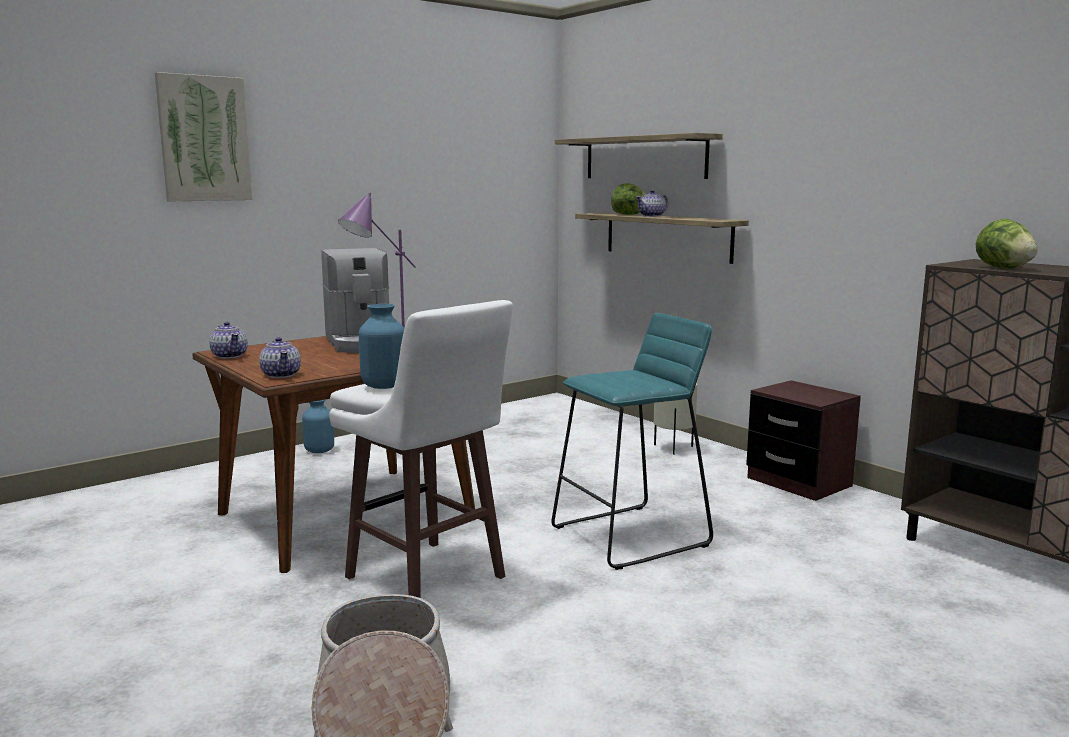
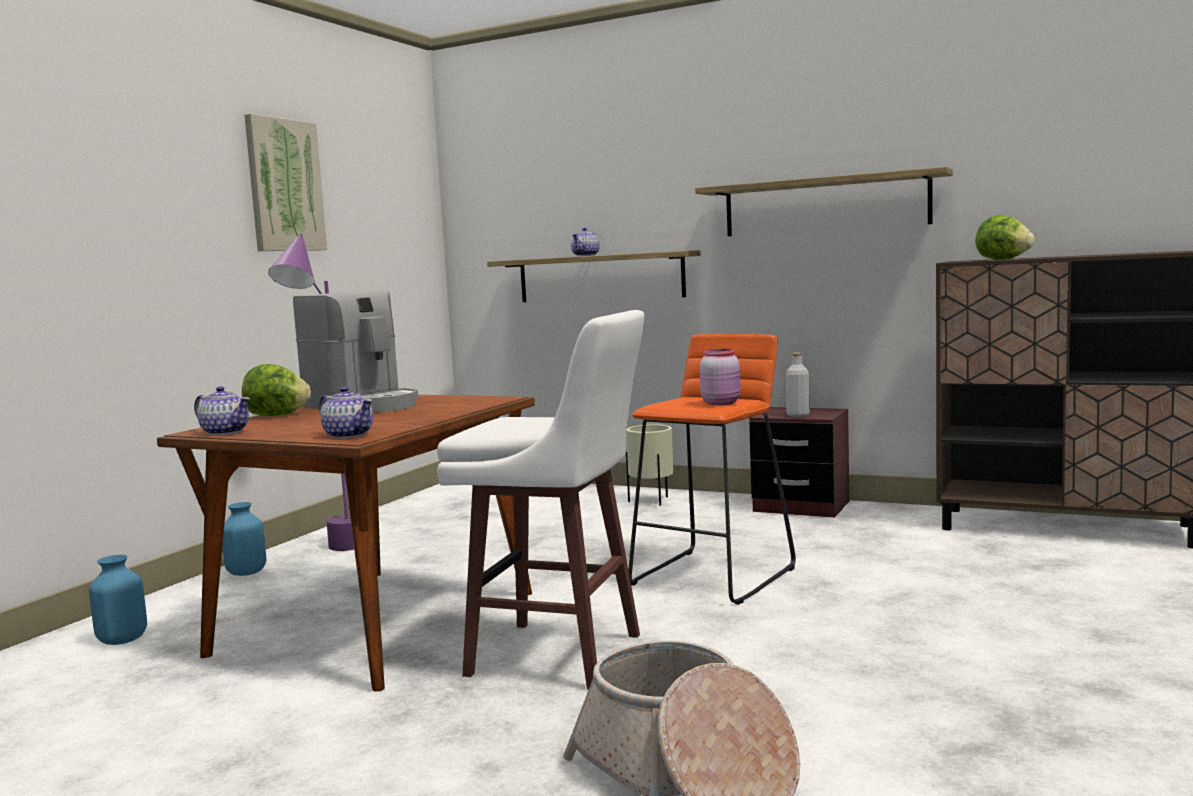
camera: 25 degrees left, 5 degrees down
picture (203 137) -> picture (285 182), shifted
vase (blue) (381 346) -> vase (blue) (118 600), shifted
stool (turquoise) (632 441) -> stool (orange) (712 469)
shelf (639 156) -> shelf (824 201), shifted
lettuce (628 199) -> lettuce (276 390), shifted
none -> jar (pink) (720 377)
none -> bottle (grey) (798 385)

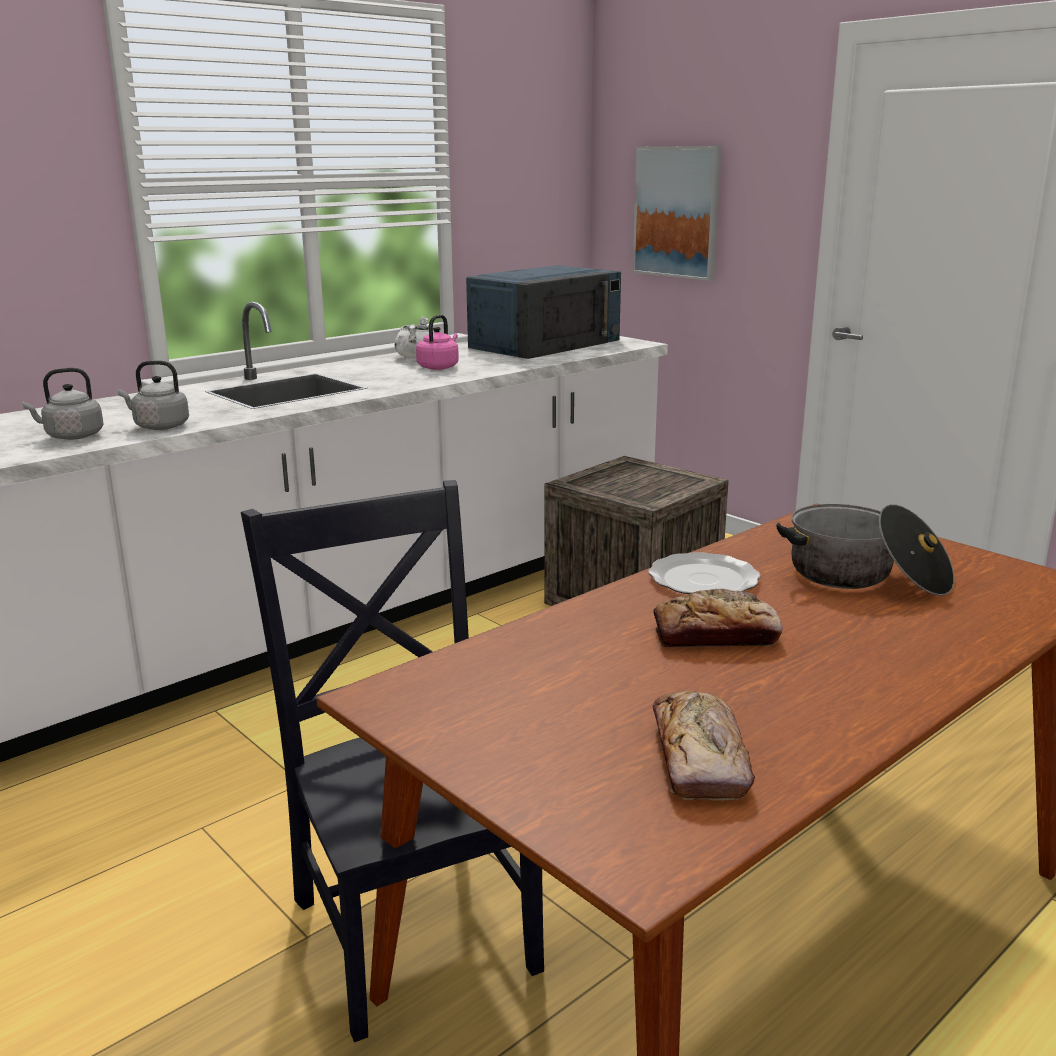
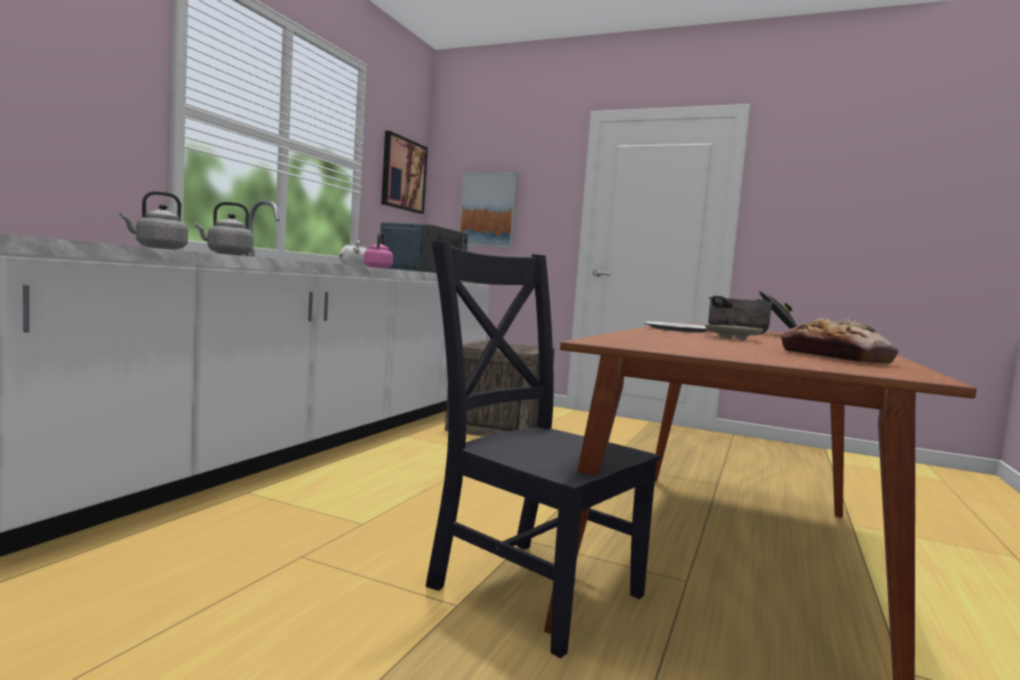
camera: 25 degrees left, 15 degrees down
bread (718 618) -> plate (beige) (734 332)
none -> picture (404 172)

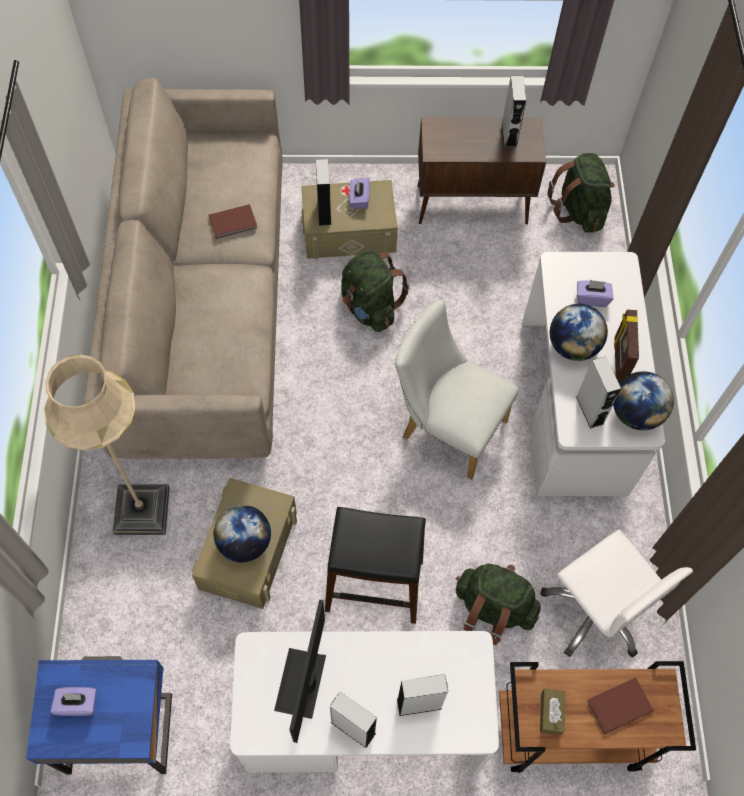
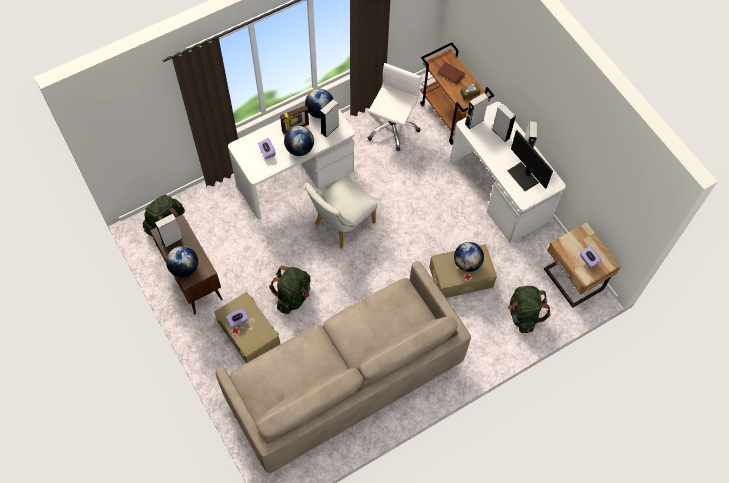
camera: 120 degrees left, 0 degrees up
nightstand (blue) (99 715) -> nightstand (beige) (582 265)
floor lamp (beige) (107 444) -> none
book (brown) (232 221) -> none
monitor (300 671) -> monitor (530 160), 75 degrees clockwise
speaker (grey) (323 192) -> speaker (grey) (477 111), shifted
stool (black) (375 565) -> none
chair (white) (457 390) -> chair (white) (341 212), 45 degrees clockwise
backpack (green) (498 604) -> backpack (green) (529 309), shifted
none -> globe (182 262)

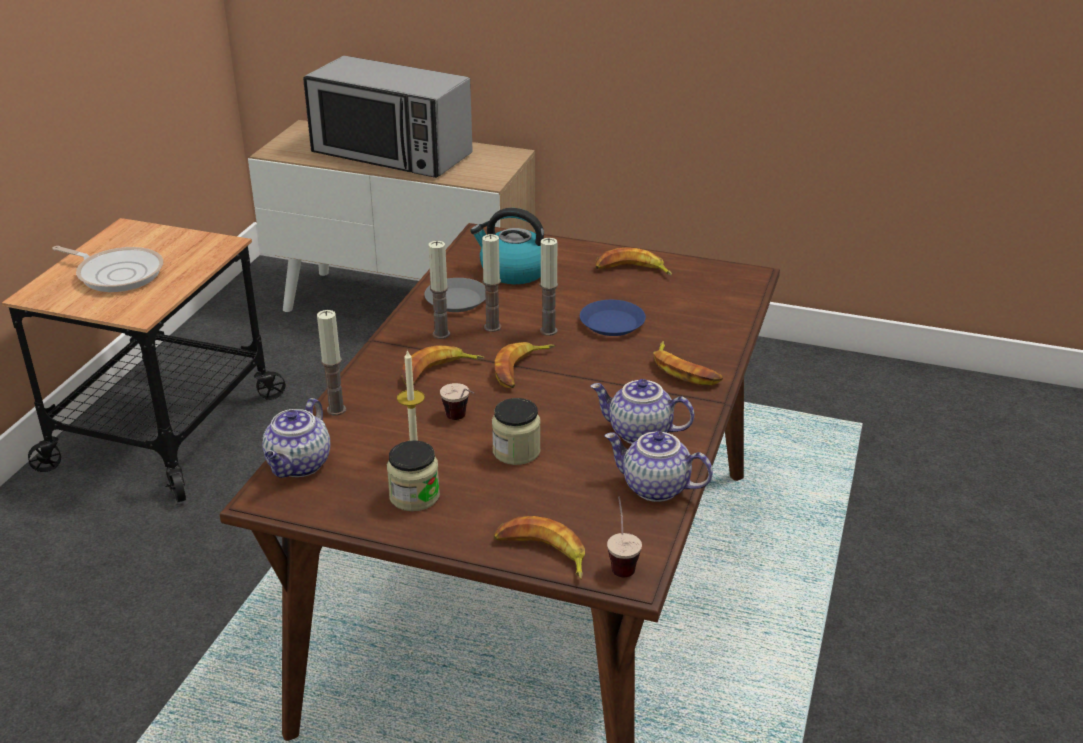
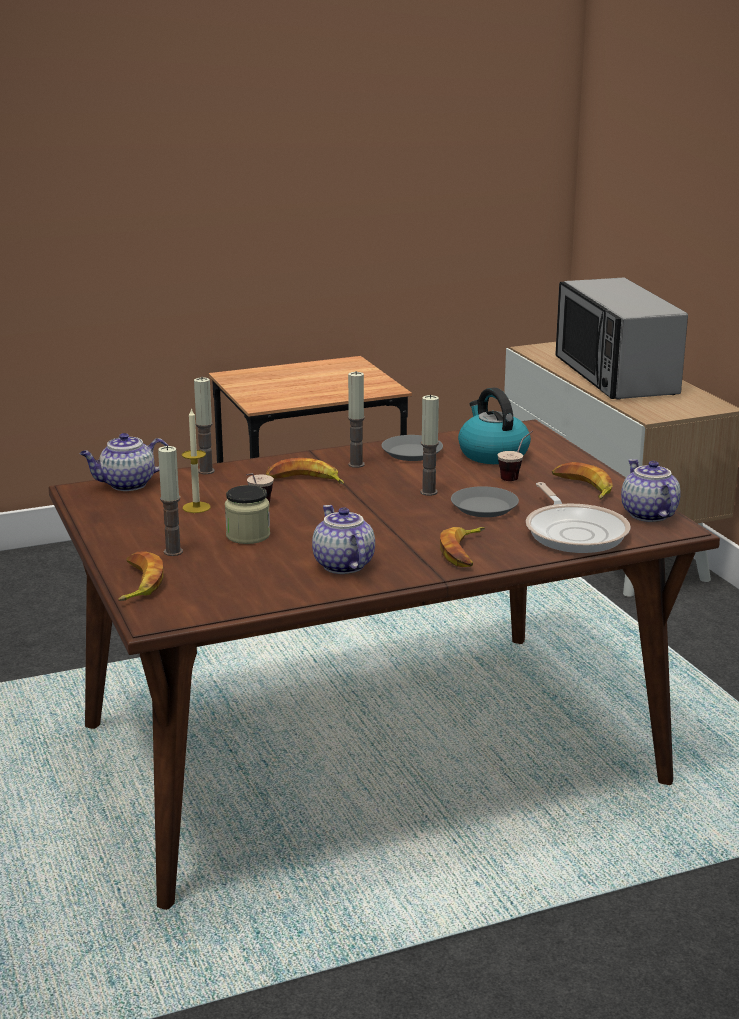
camera: 50 degrees right, 10 degrees down
frying pan (107 269) -> frying pan (578 517), shifted
jar (413 475) -> none
candle (491 283) -> candle (170 500), shifted
banana (525 365) -> none
plate (blue) (613 318) -> plate (grey) (485 501)
teapot (658 466) -> teapot (651 490), shifted
cup (624 536) -> cup (515 455), shifted

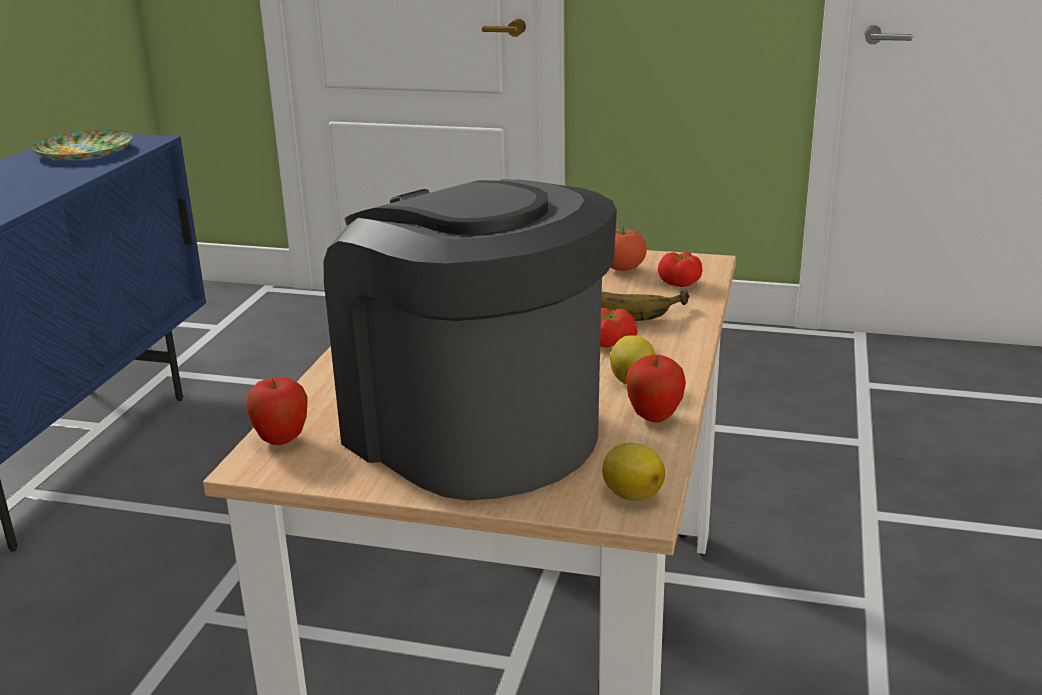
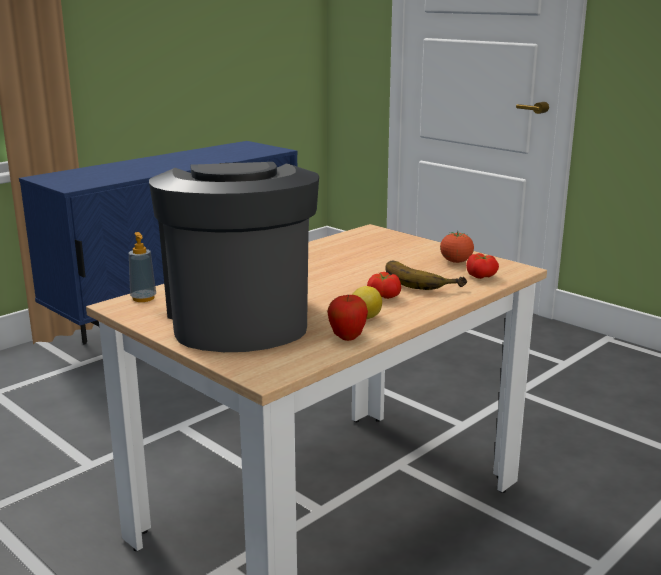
camera: 30 degrees right, 5 degrees down
plate (82 145) -> none
apple (276 411) -> soap dispenser (142 267)
lemon (633 472) -> none

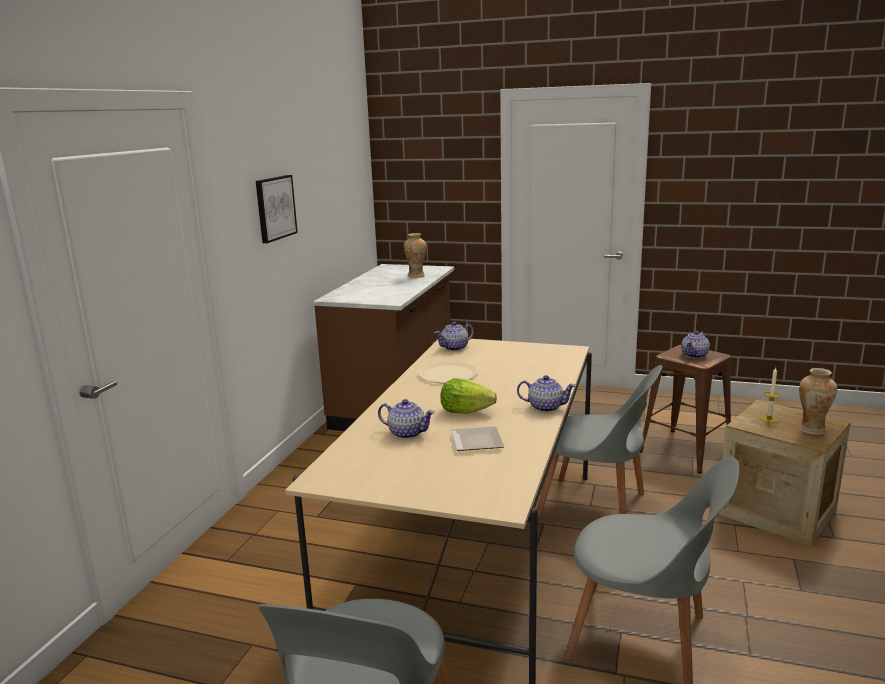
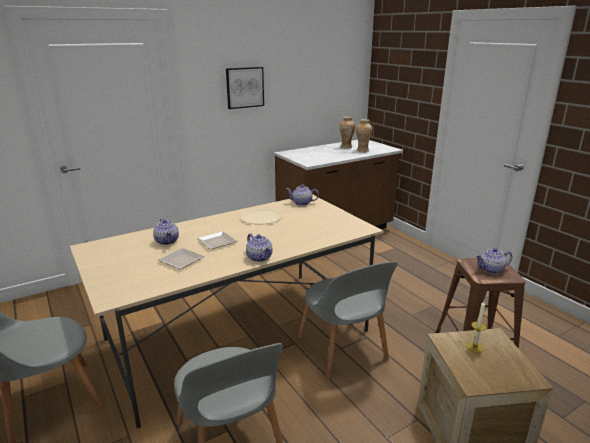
camera: 40 degrees right, 5 degrees up
lettuce (468 396) -> plate (217 240)
vase (818 401) -> vase (347 133), shifted

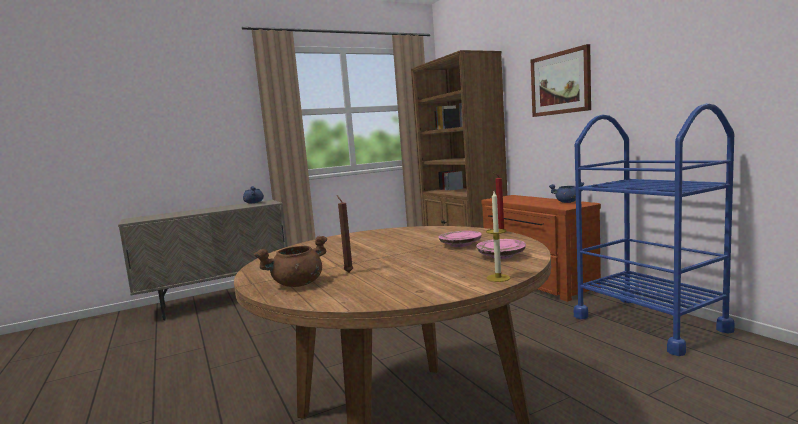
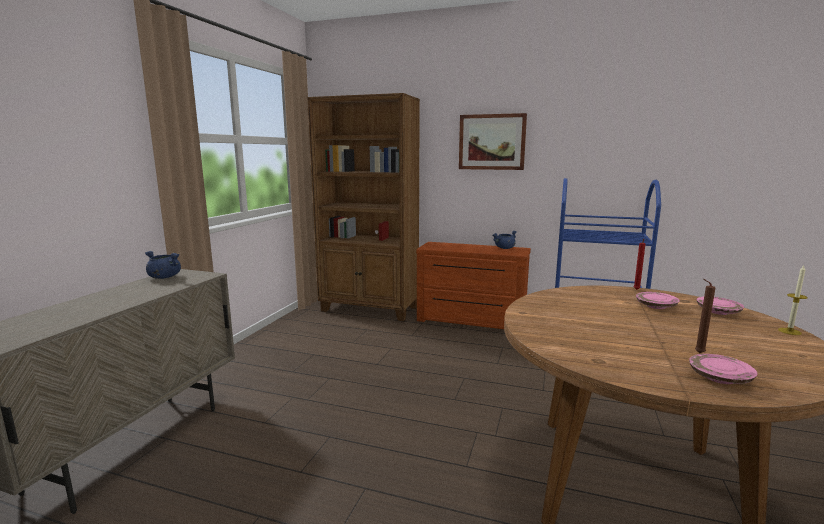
camera: 45 degrees left, 5 degrees up
cooking pot (brown) (290 261) -> plate (pink) (723 369)

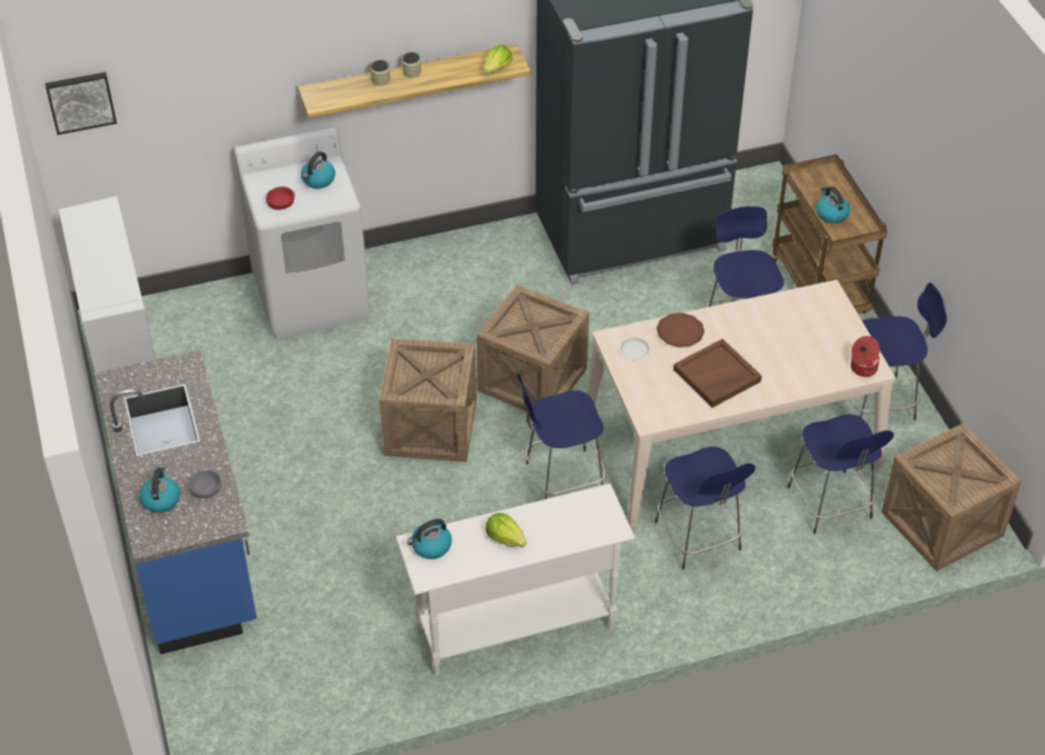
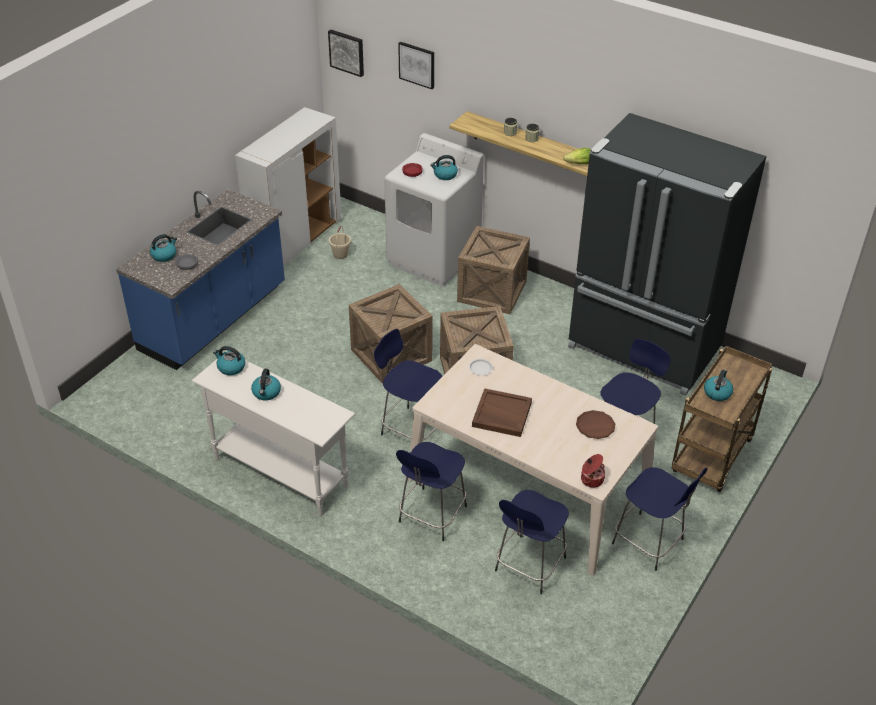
camera: 50 degrees right, 5 degrees down
lettuce (506 530) -> kettle (266 384)
plate (brown) (681 330) -> plate (brown) (595 424), shifted
crate (951 497) -> crate (493 270), shifted
none -> bucket (beige) (340 242)
none -> picture (416 65)

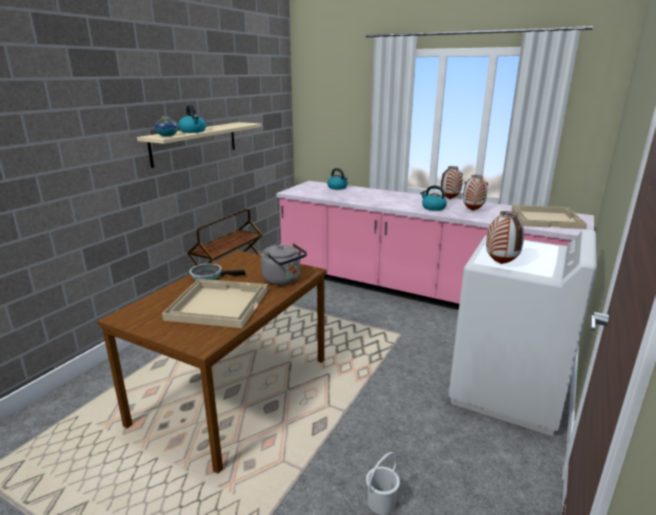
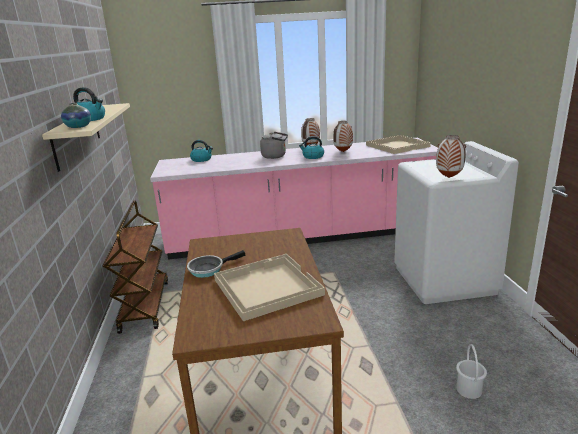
camera: 35 degrees left, 0 degrees up
kettle (grey) (284 264) -> kettle (grey) (274 145), shifted

